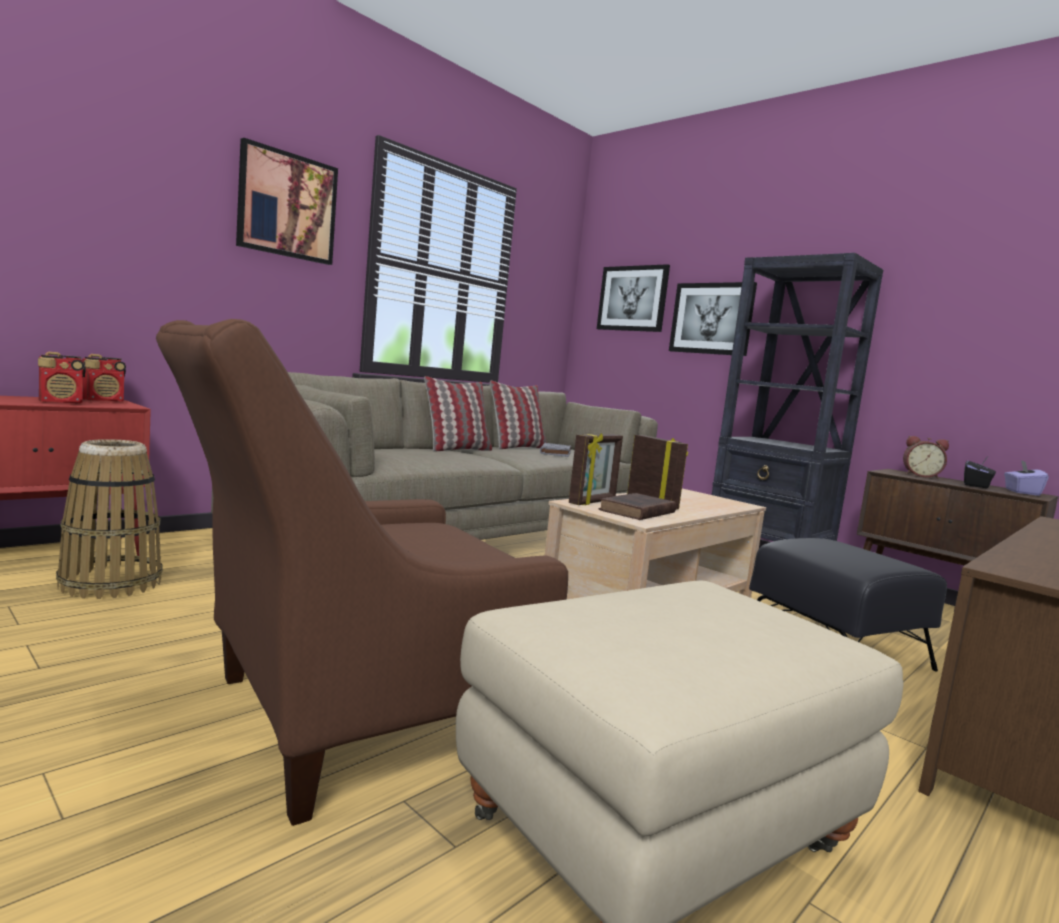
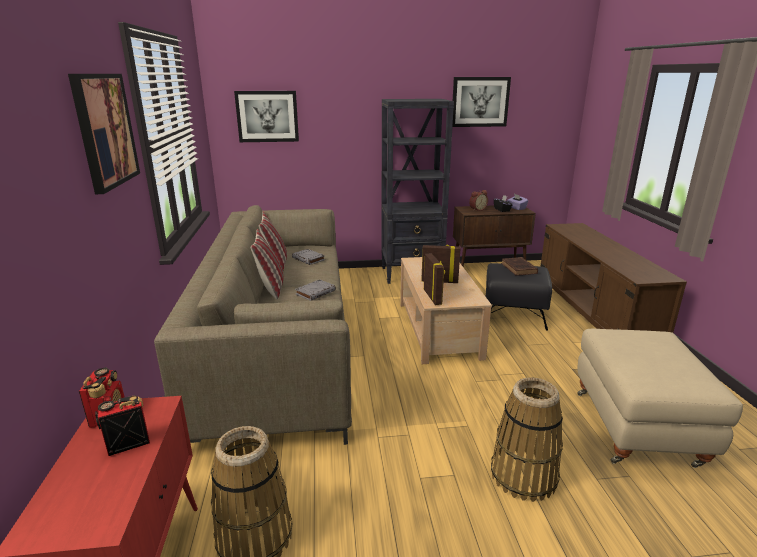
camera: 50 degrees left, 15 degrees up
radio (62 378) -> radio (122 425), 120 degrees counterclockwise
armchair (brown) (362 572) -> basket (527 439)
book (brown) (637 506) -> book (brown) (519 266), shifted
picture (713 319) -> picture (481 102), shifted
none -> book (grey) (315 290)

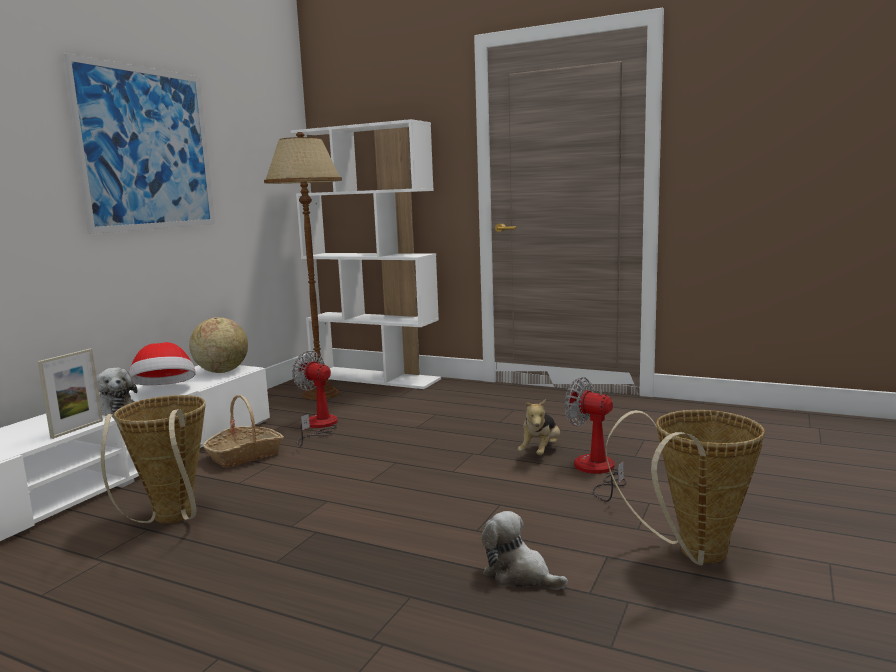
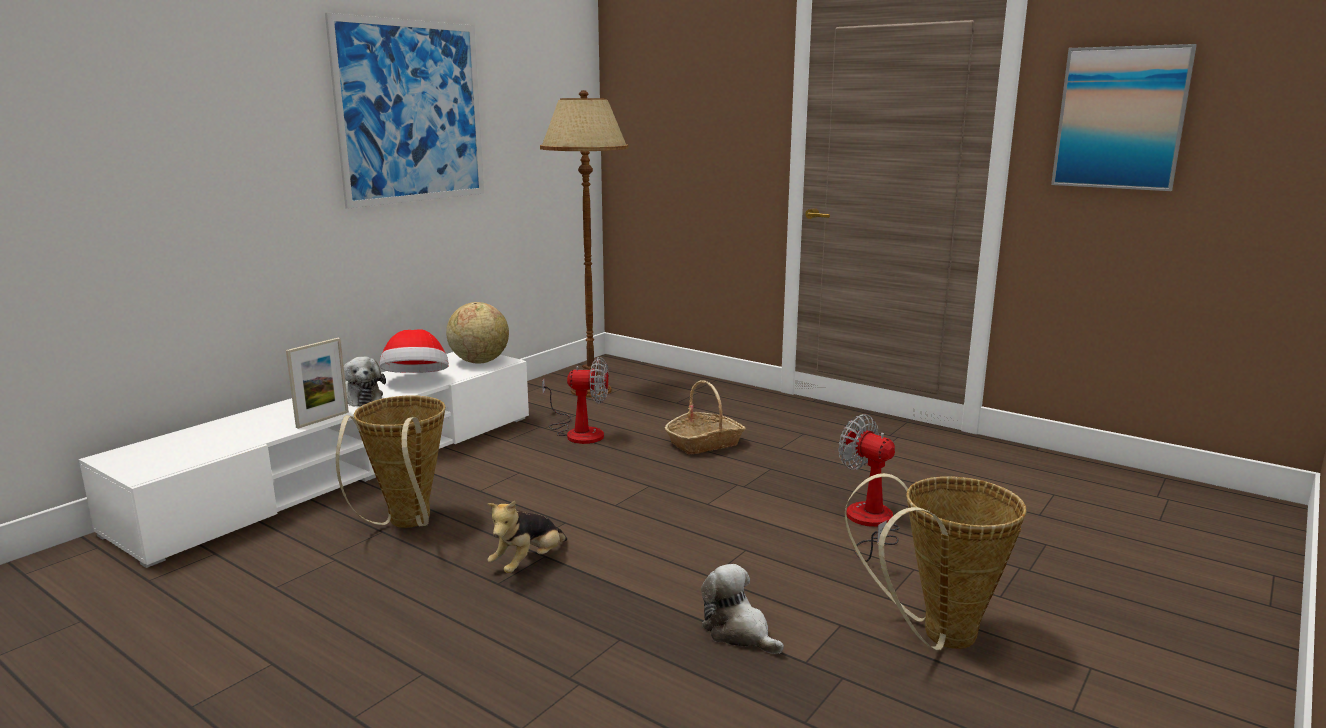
camera: 10 degrees right, 5 degrees up
basket (243 431) -> basket (705 417), shifted
bookcase (white) (366 254) -> none
fan (315 398) -> fan (575 400), 135 degrees clockwise
plush toy (539 427) -> plush toy (527 537), shifted
none -> picture (1124 117)

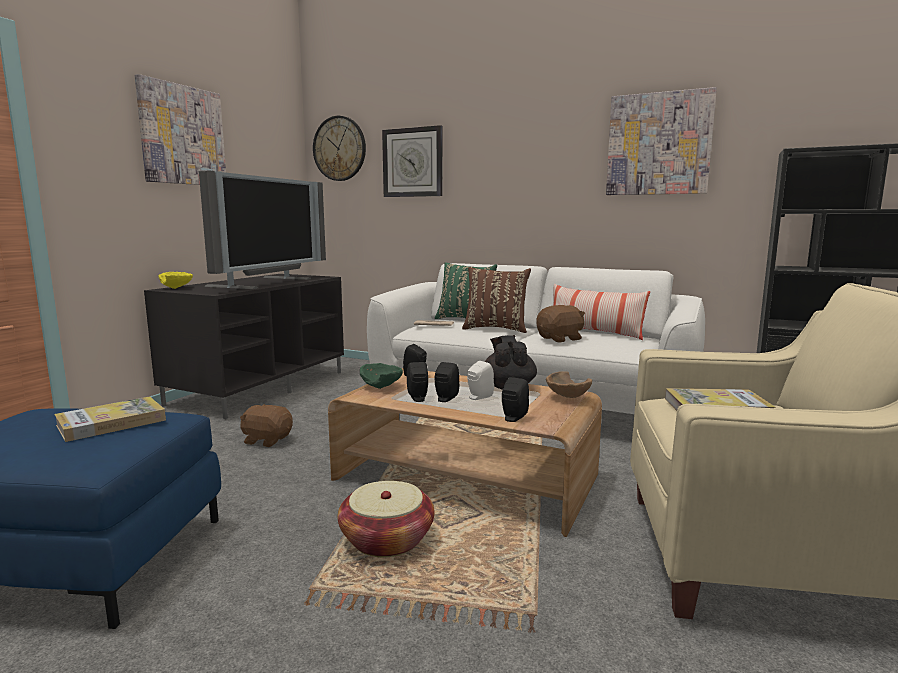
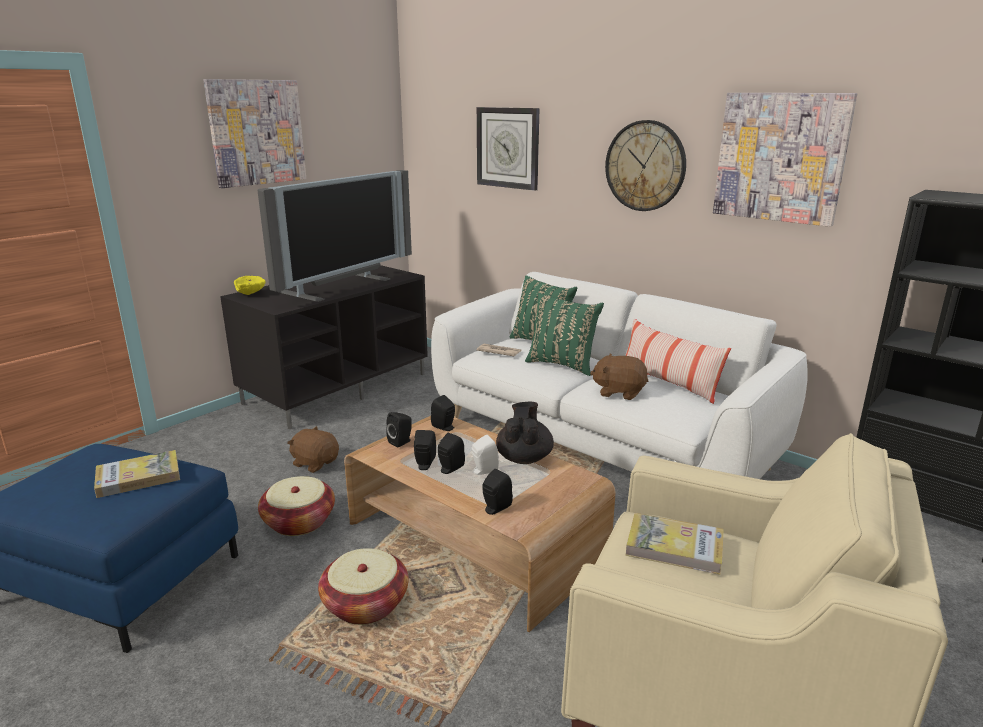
camera: 15 degrees right, 10 degrees up
wall clock (339 148) -> wall clock (645 165), shifted
bowl (green) (381 376) -> speaker (black) (399 430)
pillow (brown) (496 300) -> pillow (green) (564 334)
plush toy (brown) (560 323) -> plush toy (brown) (619 376), 150 degrees counterclockwise
bowl (brown) (569 384) -> none
none -> basket (296 506)

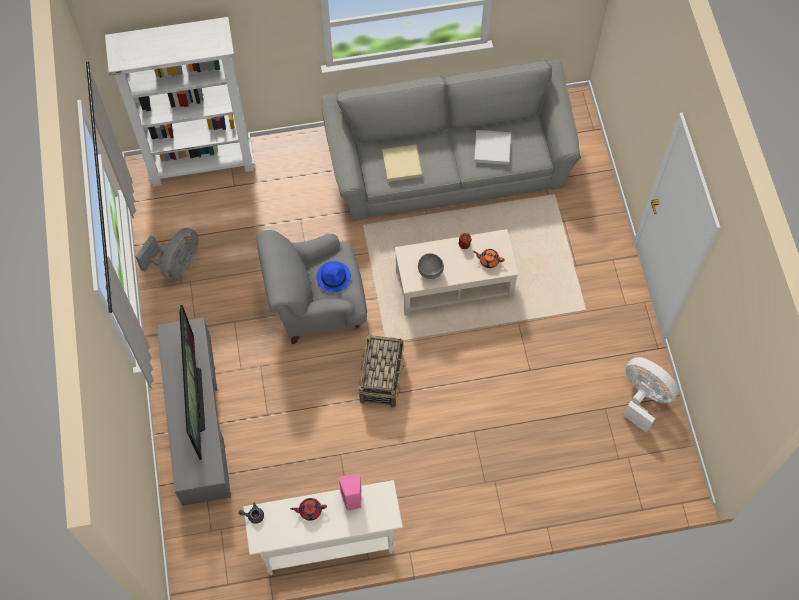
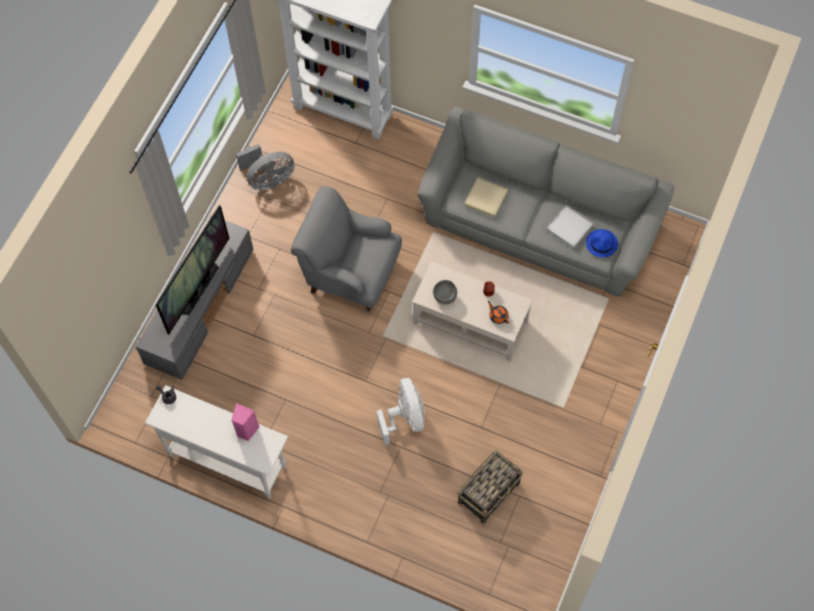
camera: 35 degrees right, 0 degrees up
teapot (red) (308 509) -> none
hat (blue) (333 276) -> hat (blue) (602 243), shifted
basket (381 371) -> basket (490 487), shifted
fan (white) (650 395) -> fan (white) (401 411), shifted

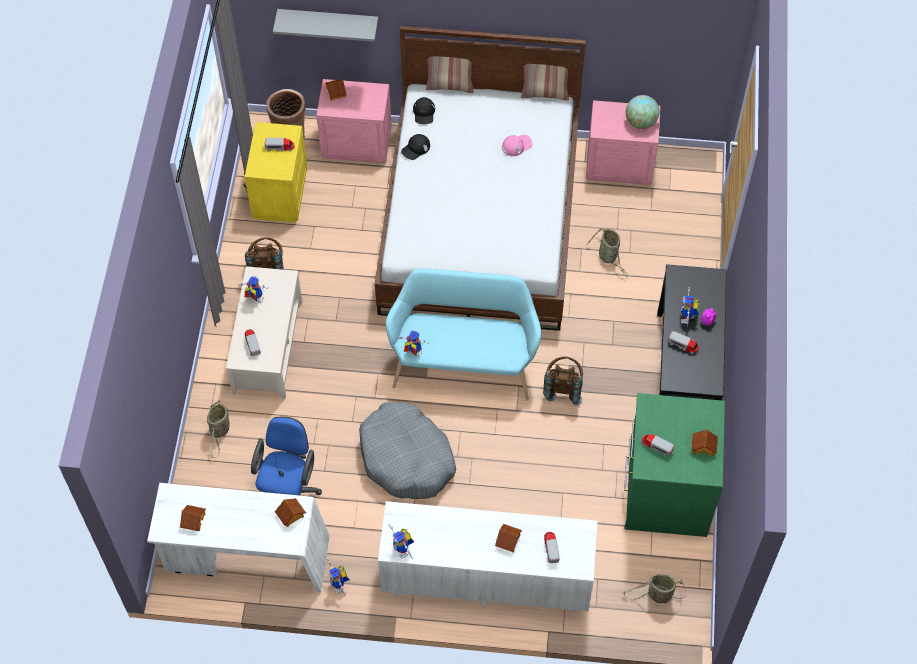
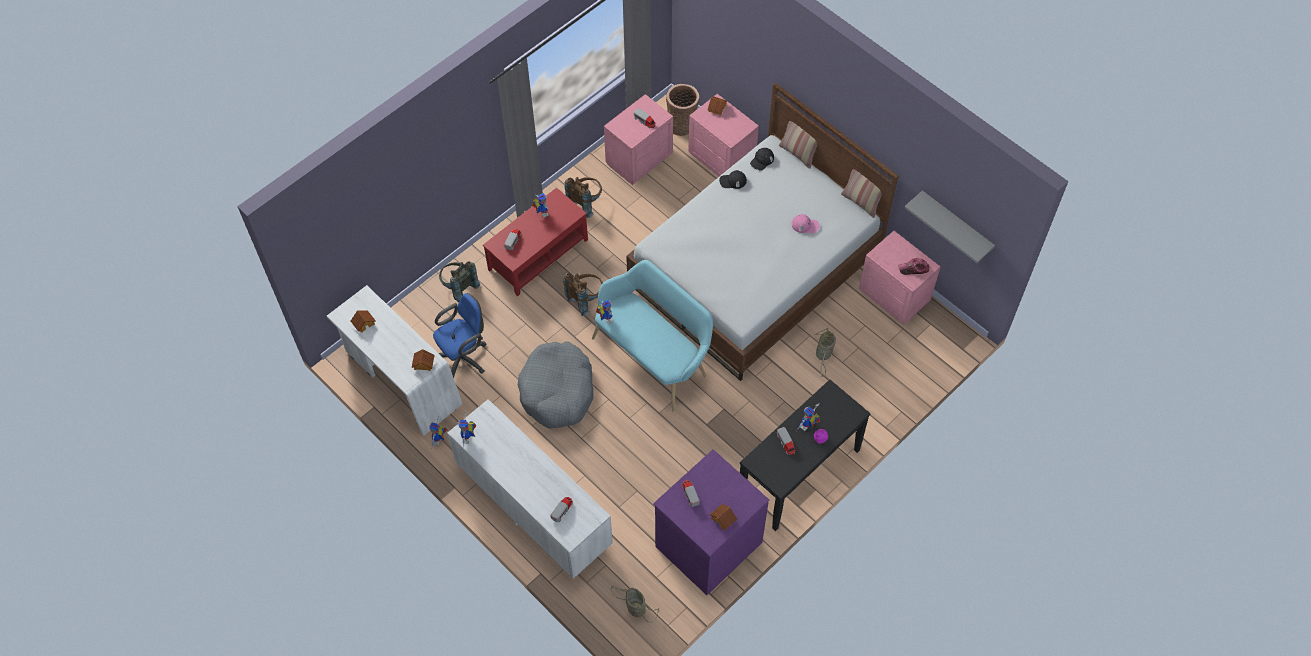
camera: 40 degrees right, 0 degrees up
basket (218 429) -> backpack (grey) (459 281)
coffee table (beige) (264 332) -> coffee table (red) (535 242)
nightstand (yellow) (275 172) -> nightstand (pink) (638 139)
shelf (grey) (325 25) -> shelf (grey) (949 226), shifted
toy house (508 538) -> none
backpack (brown) (563 381) -> backpack (brown) (583 294), shifted
dresser (green) (674 465) -> dresser (purple) (711 522)
globe (642 112) -> cap (914 266)

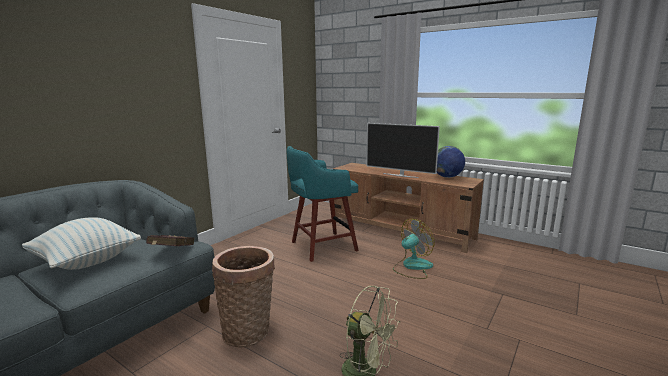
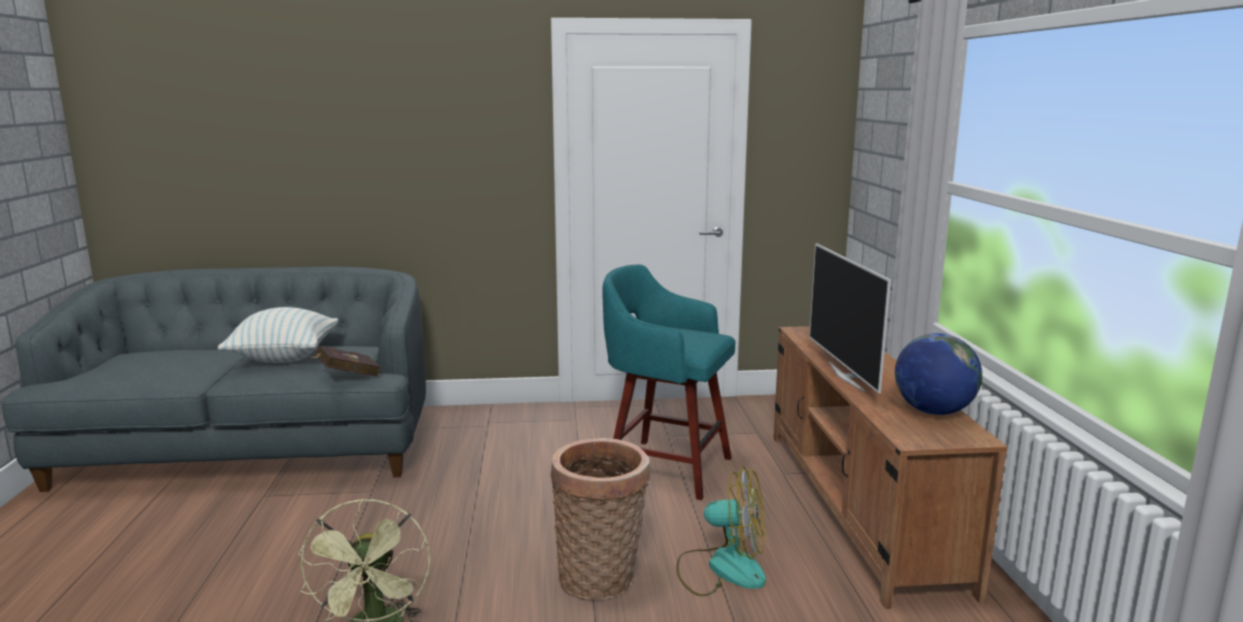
camera: 50 degrees right, 0 degrees up
basket (243 296) -> basket (600 519), shifted

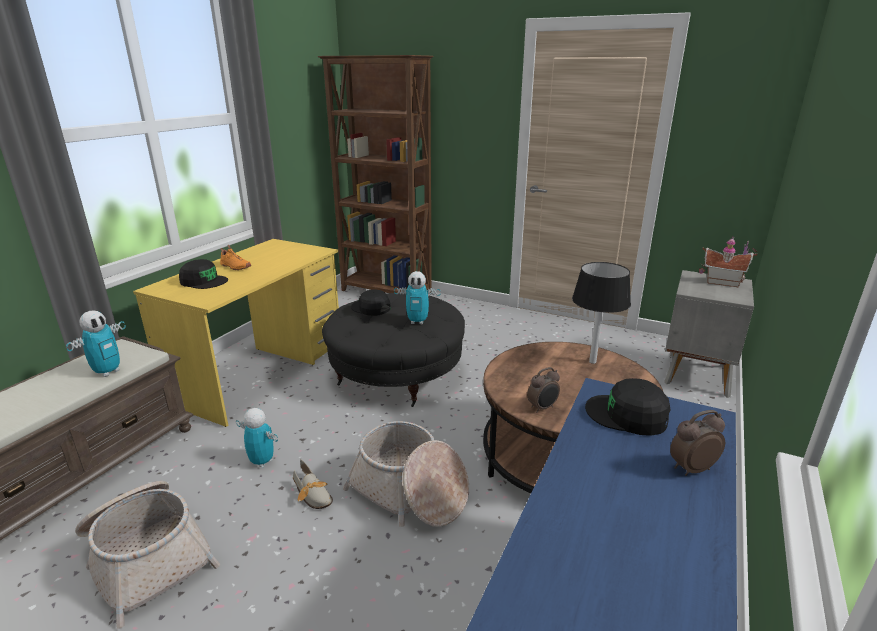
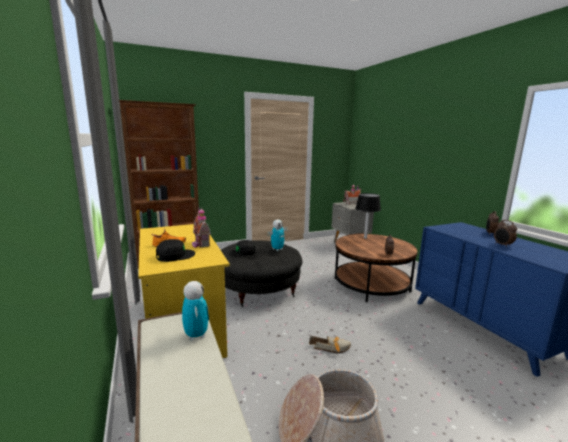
camera: 50 degrees left, 10 degrees down
toy robot (257 438) -> none
basket (406 474) -> none
cap (black) (628 407) -> none
none -> toy house (201 227)
none -> alarm clock (505 233)

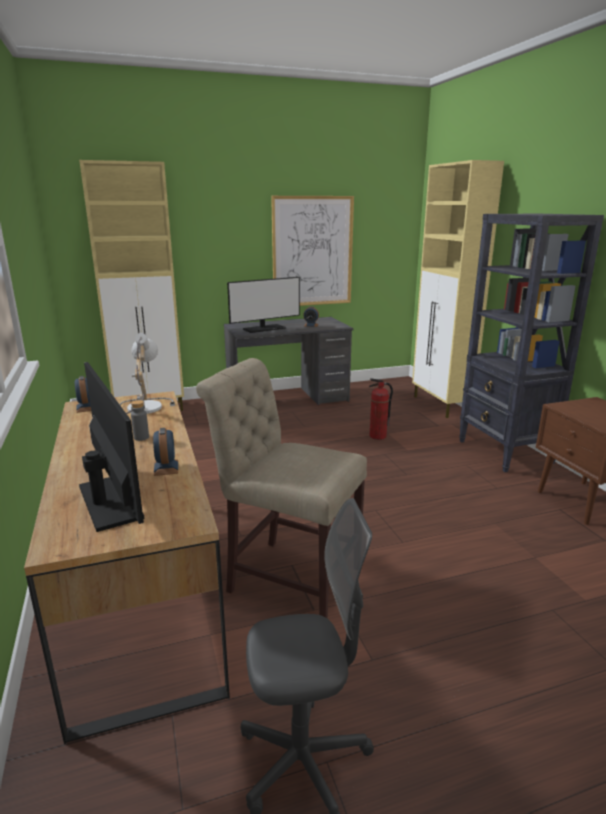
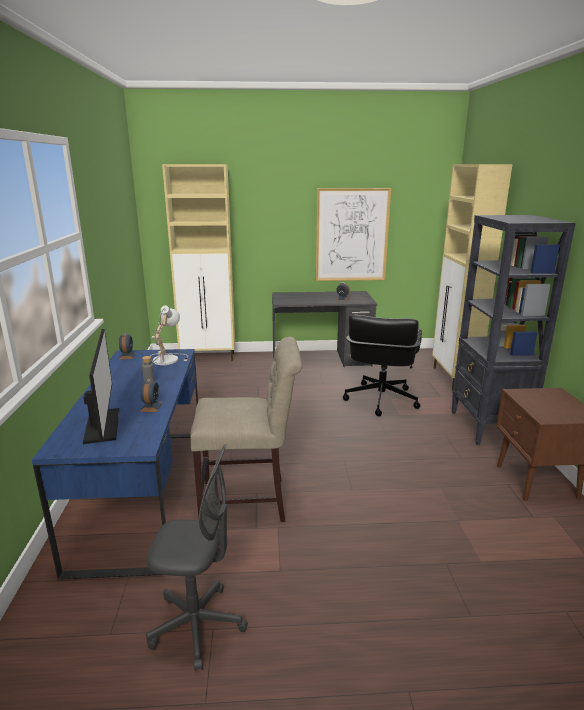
camera: 15 degrees right, 0 degrees up
desk (brown) (127 567) -> desk (blue) (115 464)
chair (beige) (281 488) -> chair (beige) (246 429), 135 degrees clockwise
monitor (263 305) -> none
fire extinguisher (381 409) -> office chair (black) (382 365)

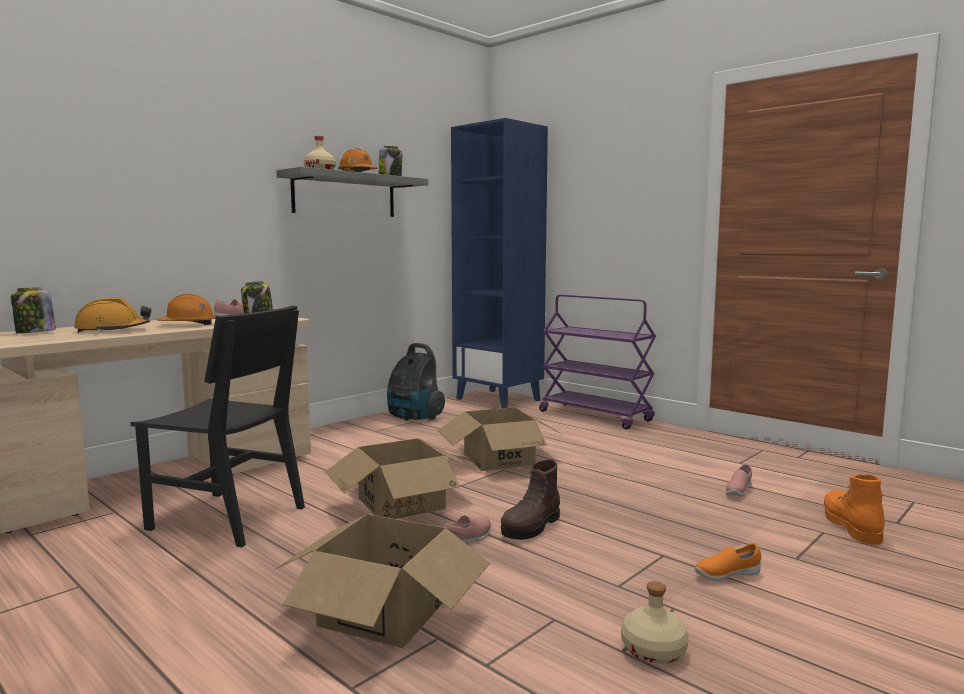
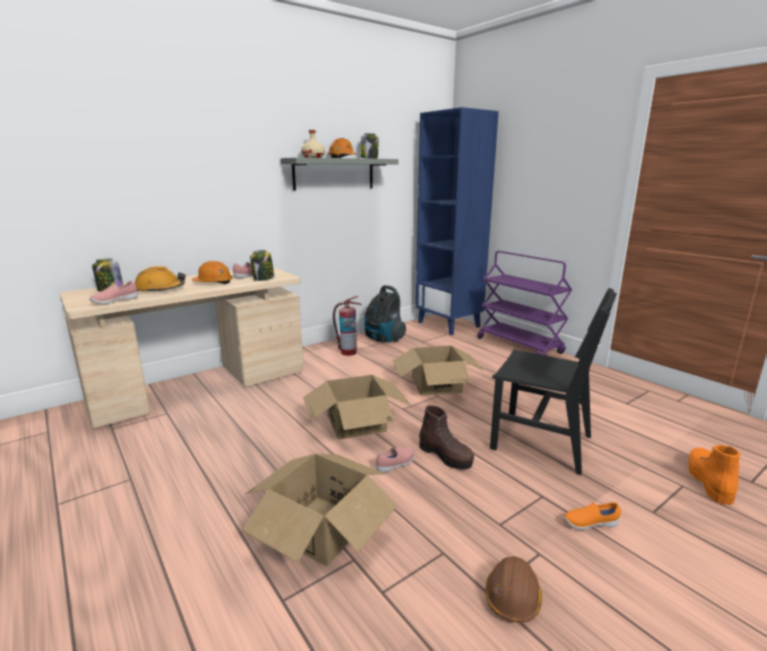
camera: 10 degrees right, 10 degrees up
chair (black) (217 426) -> chair (black) (553 381), shifted
boot (brown) (530 500) -> boot (brown) (446 438), 90 degrees counterclockwise
bottle (beige) (655 622) -> hard hat (brown) (513 589)
shoe (pink) (739 480) -> shoe (pink) (113 292), shifted
none -> fire extinguisher (347 326)

